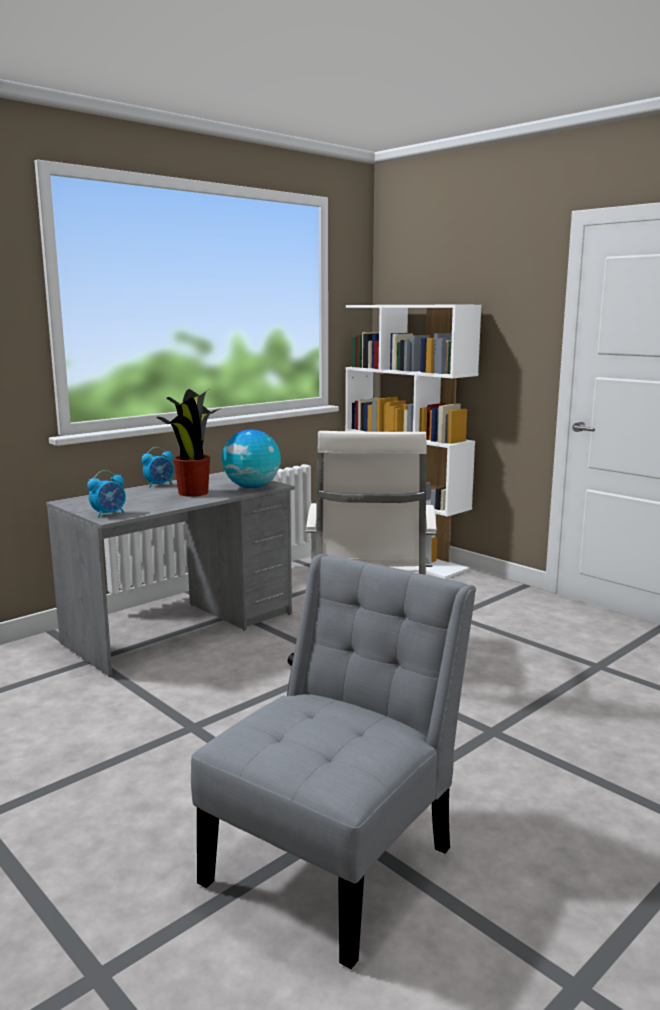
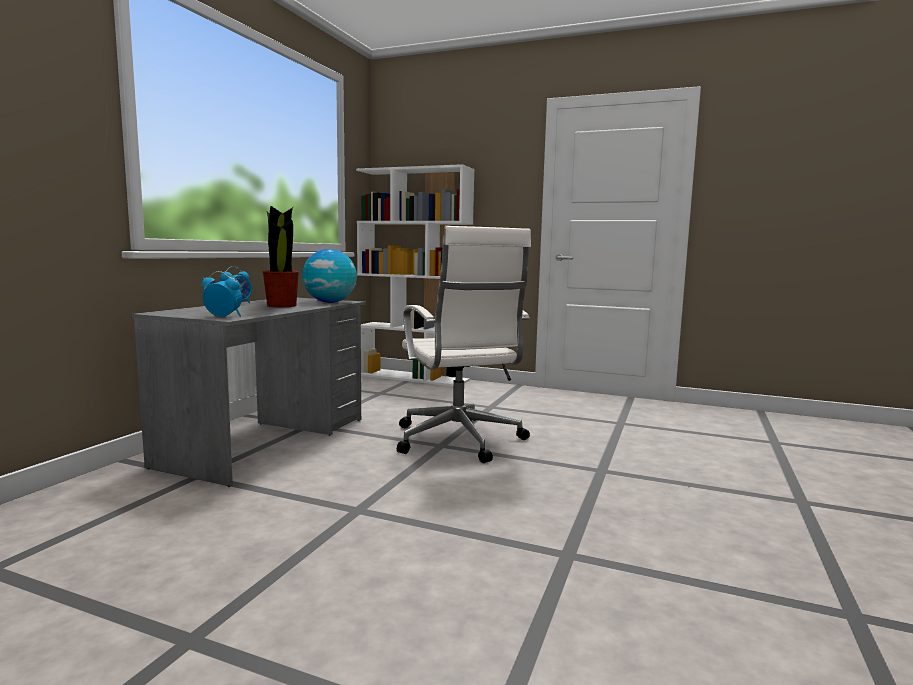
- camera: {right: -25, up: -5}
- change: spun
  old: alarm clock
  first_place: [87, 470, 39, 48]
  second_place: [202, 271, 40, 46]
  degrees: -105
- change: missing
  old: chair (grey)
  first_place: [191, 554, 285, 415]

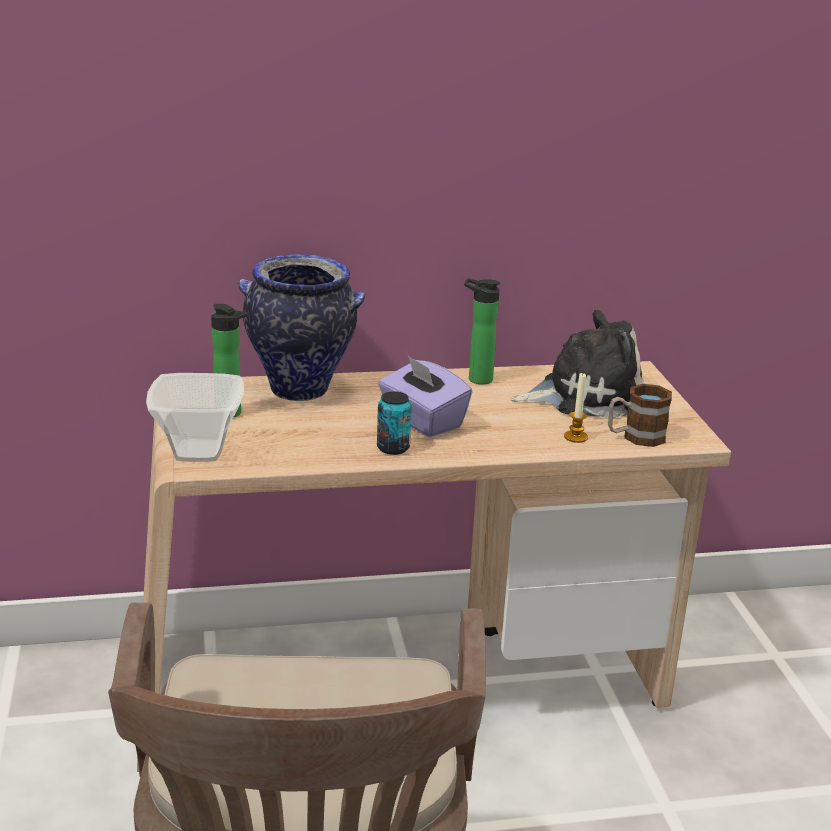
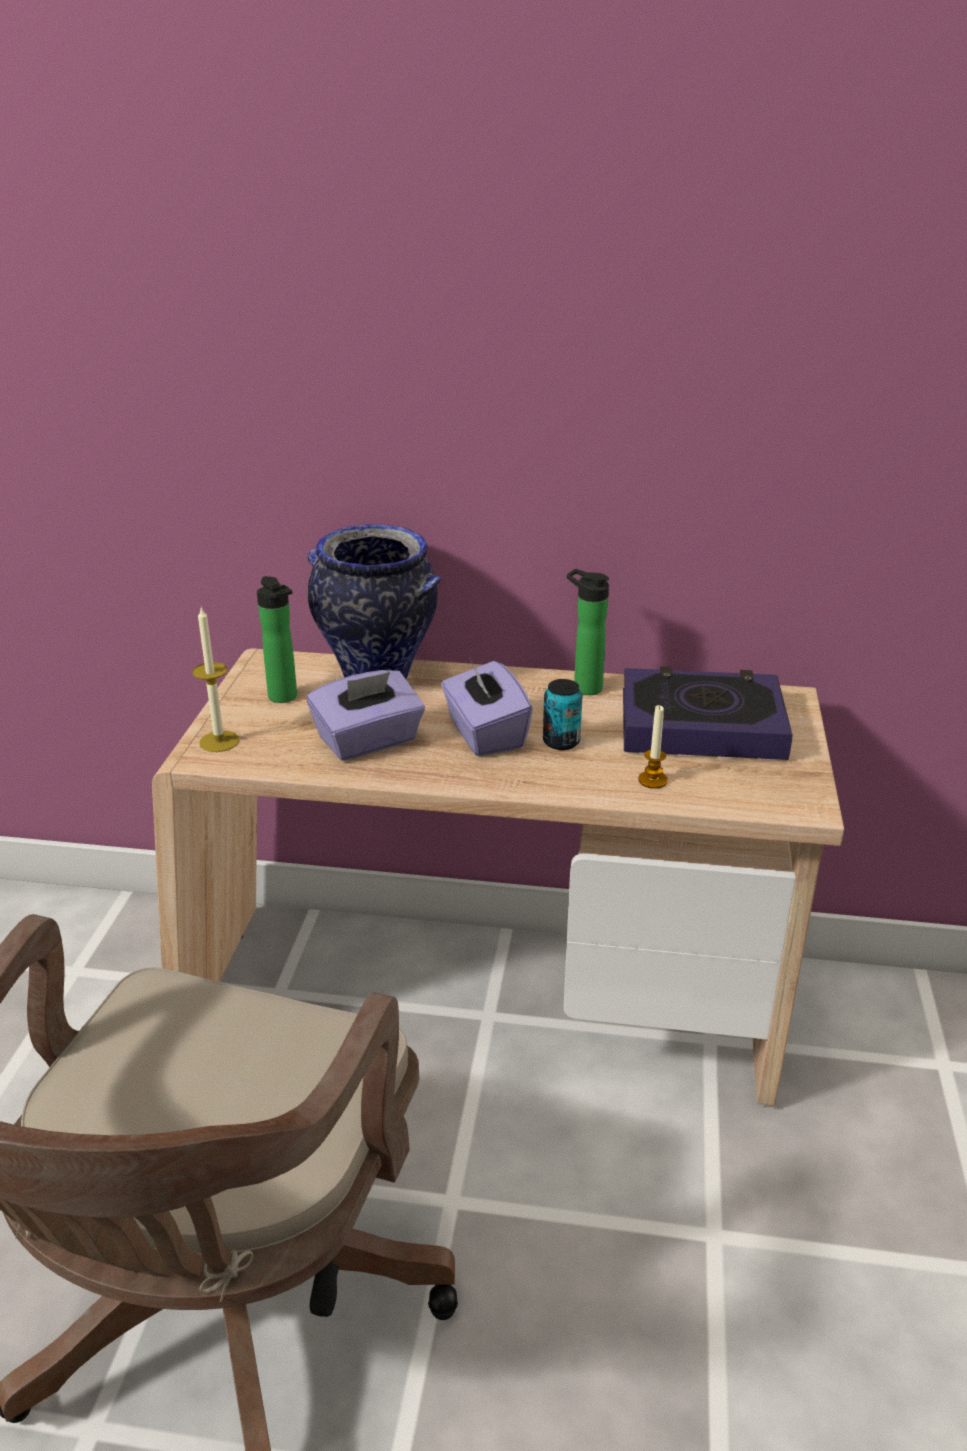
- camera: {right: 20, up: 5}
- change: exchanged
  old: bowl
  new: candle
  first_place: [146, 373, 98, 89]
  second_place: [192, 607, 48, 145]
- change: appeared
  new: tissue box (purple)
  second_place: [307, 670, 118, 91]
- change: relocated
  old: can
  first_place: [377, 391, 35, 64]
  second_place: [543, 679, 39, 71]
- change: exchanged
  old: plush toy
  new: book
  first_place: [511, 310, 133, 108]
  second_place: [623, 666, 170, 94]
- change: missing
  old: mug
  first_place: [608, 384, 64, 63]

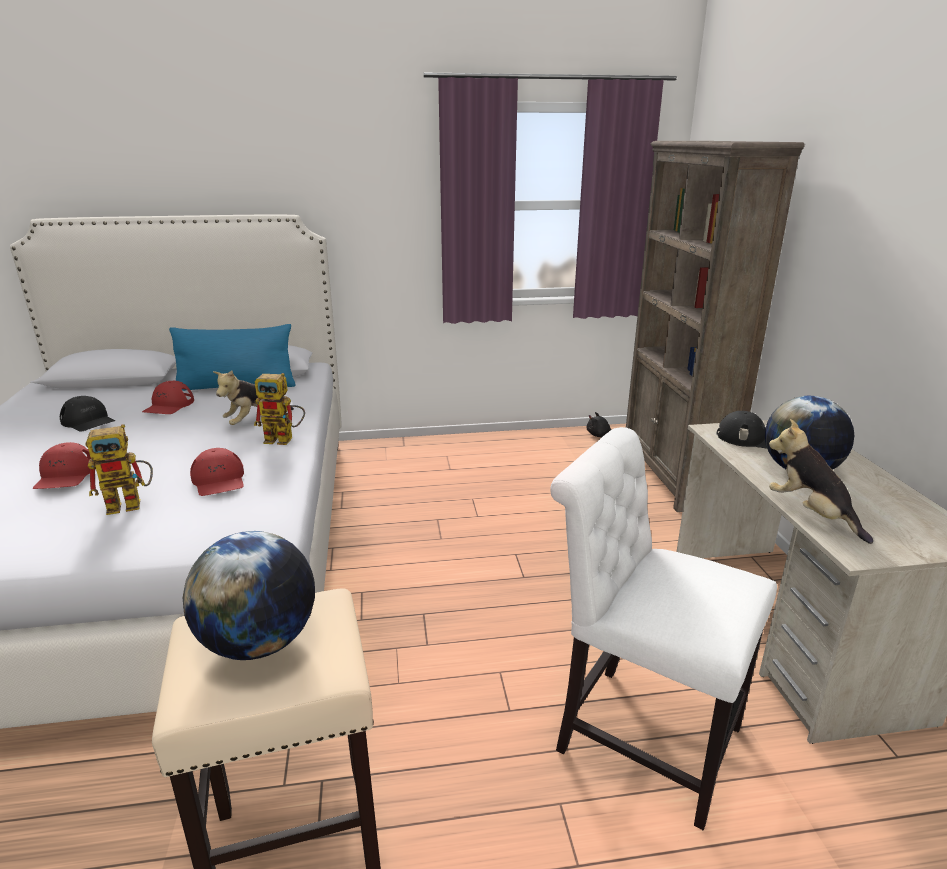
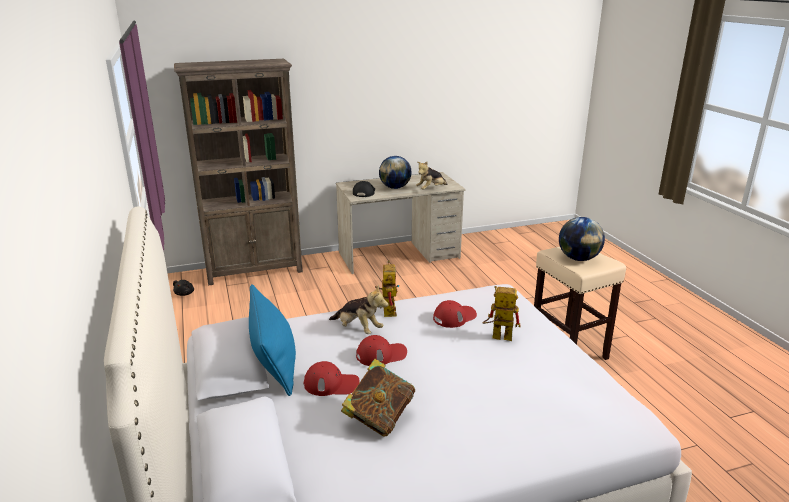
- camera: {right: -100, up: 0}
- change: exchanged
  old: cap (black)
  new: book
  first_place: [60, 396, 55, 36]
  second_place: [341, 359, 74, 77]
- change: relocated
  old: cap (red)
  first_place: [33, 442, 58, 47]
  second_place: [356, 335, 51, 31]
- change: spun
  old: toy robot
  first_place: [86, 424, 67, 91]
  second_place: [483, 286, 38, 55]
  degrees: -45
- change: missing
  old: chair (white)
  first_place: [550, 427, 227, 403]

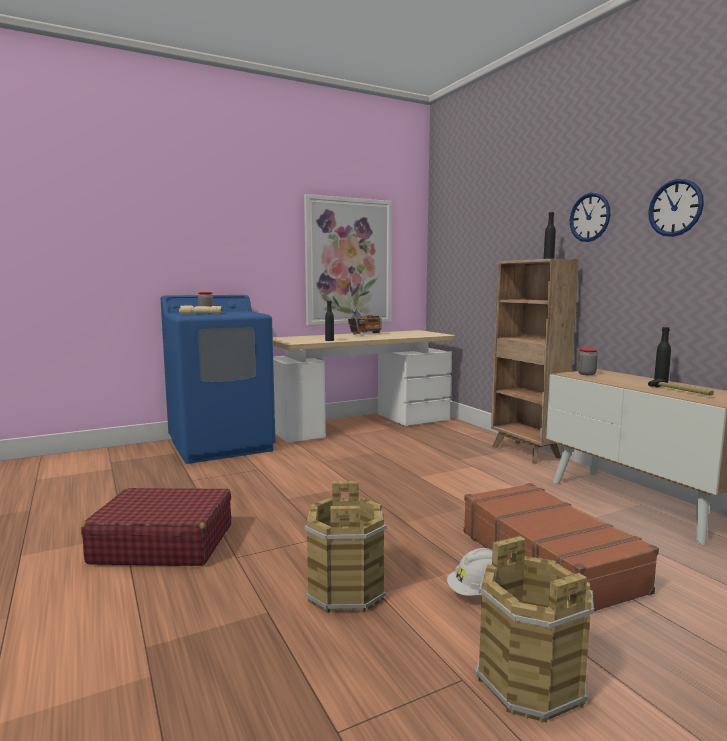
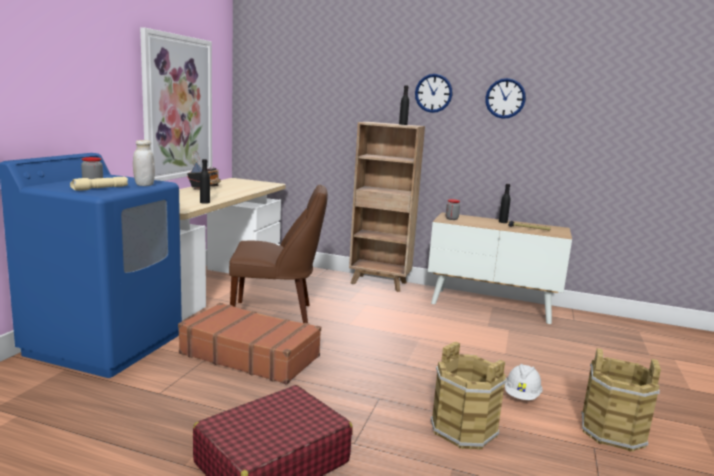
- camera: {right: -45, up: 5}
- change: appeared
  new: jar (white)
  second_place: [133, 140, 22, 46]
- change: relocated
  old: suitcase (brown)
  first_place: [463, 483, 196, 128]
  second_place: [178, 303, 143, 82]
- change: appeared
  new: chair (brown)
  second_place: [229, 184, 99, 139]

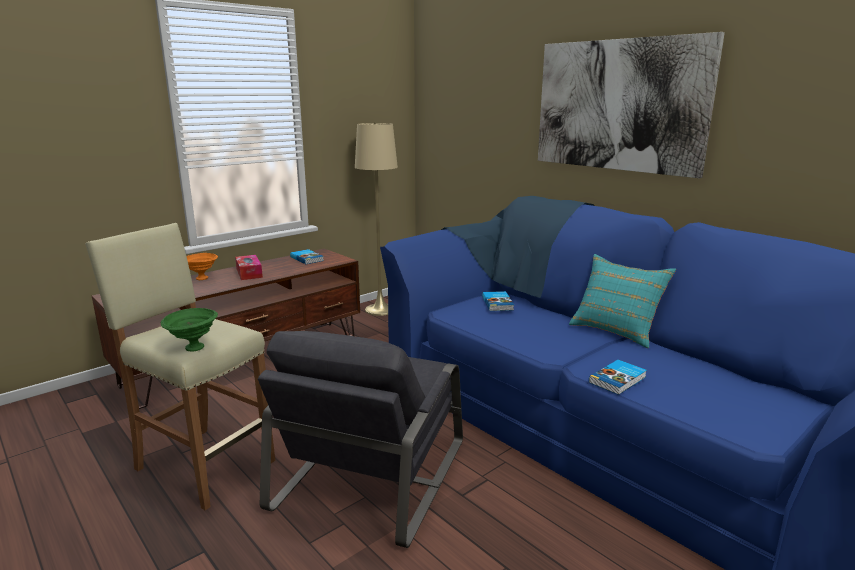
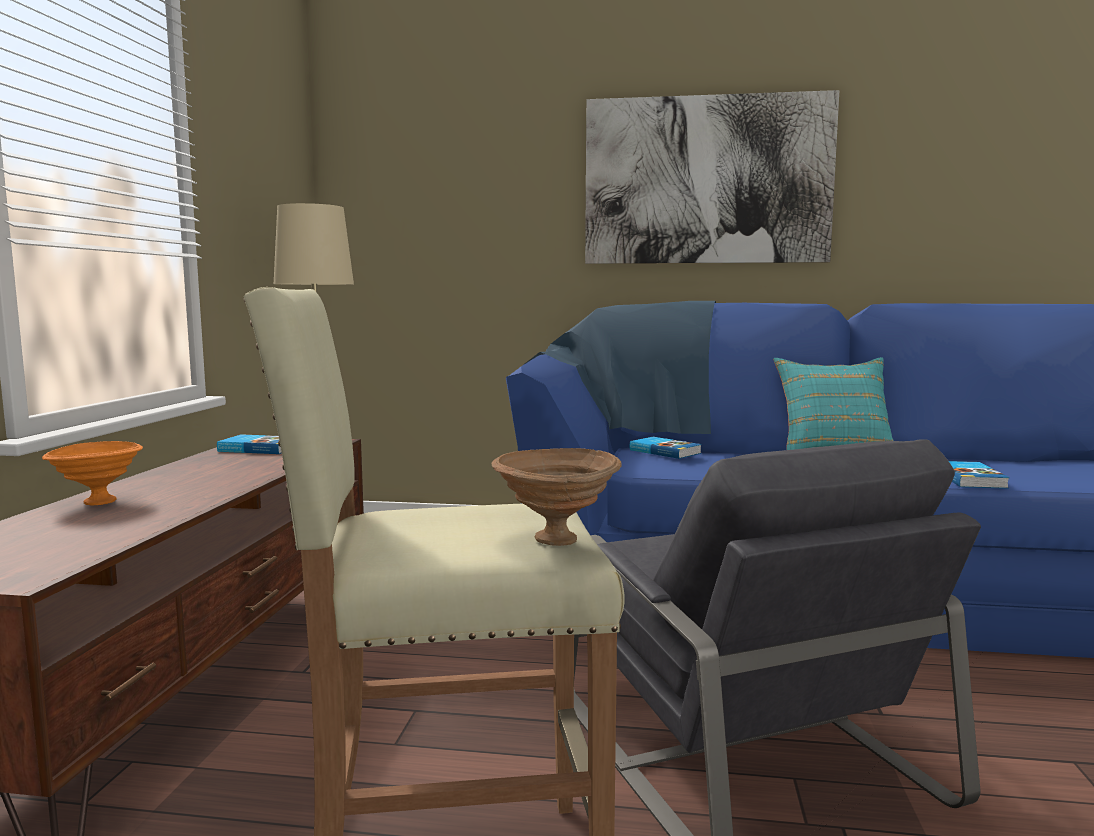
- camera: {right: -40, up: -10}
- change: colour
  old: bowl (green)
  new: bowl (brown)
  first_place: [161, 308, 57, 44]
  second_place: [492, 448, 130, 98]
- change: missing
  old: tissue box
  first_place: [235, 255, 28, 25]

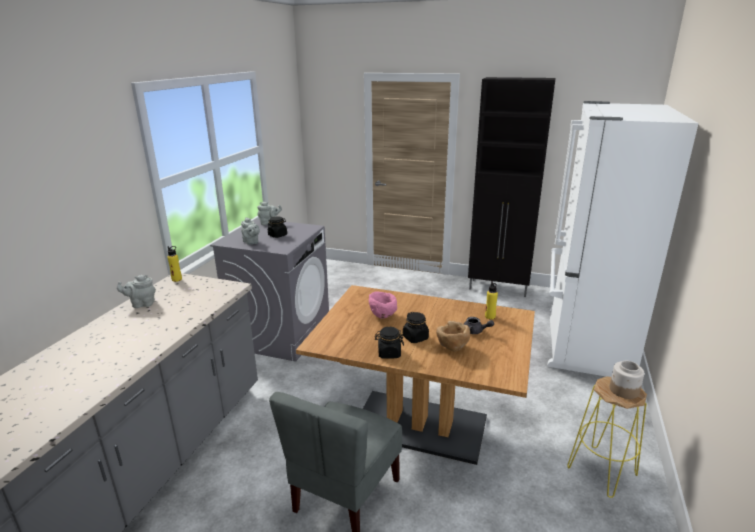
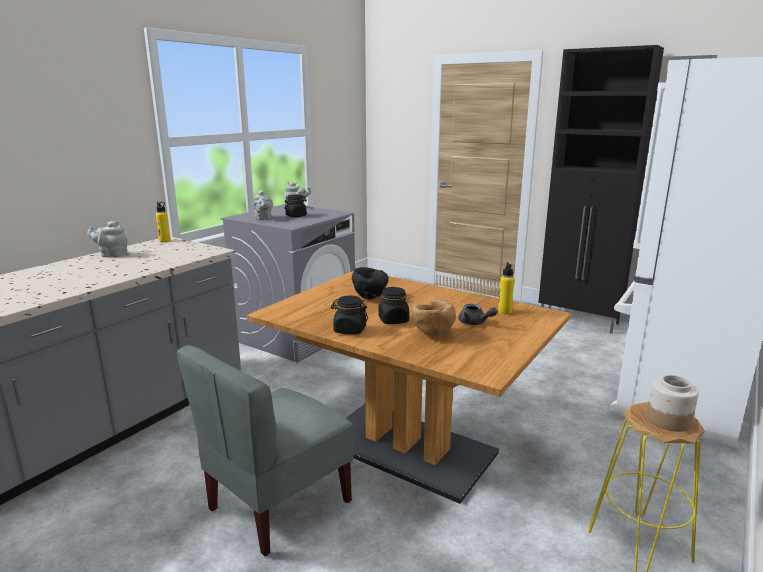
- camera: {right: 15, up: -5}
- change: colour
  old: bowl (pink)
  new: bowl (black)
  first_place: [369, 292, 28, 27]
  second_place: [352, 267, 37, 32]

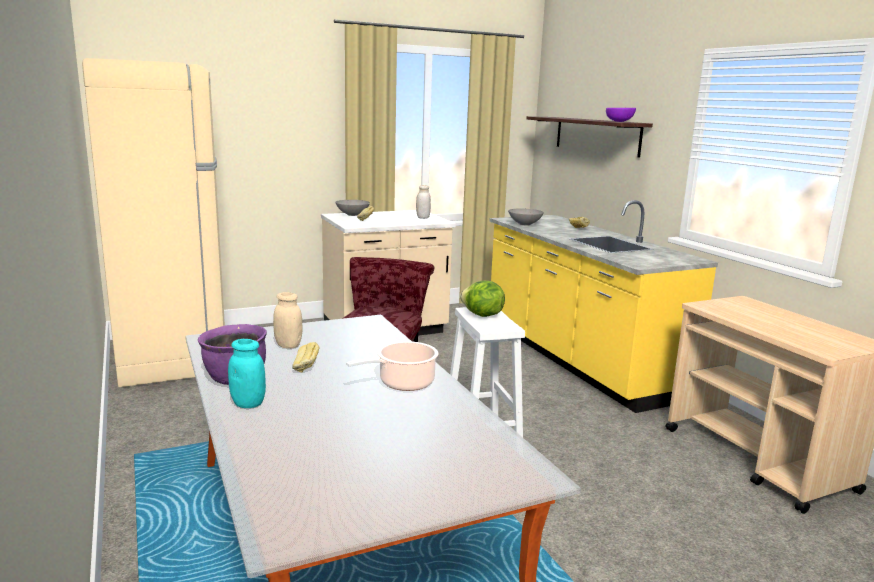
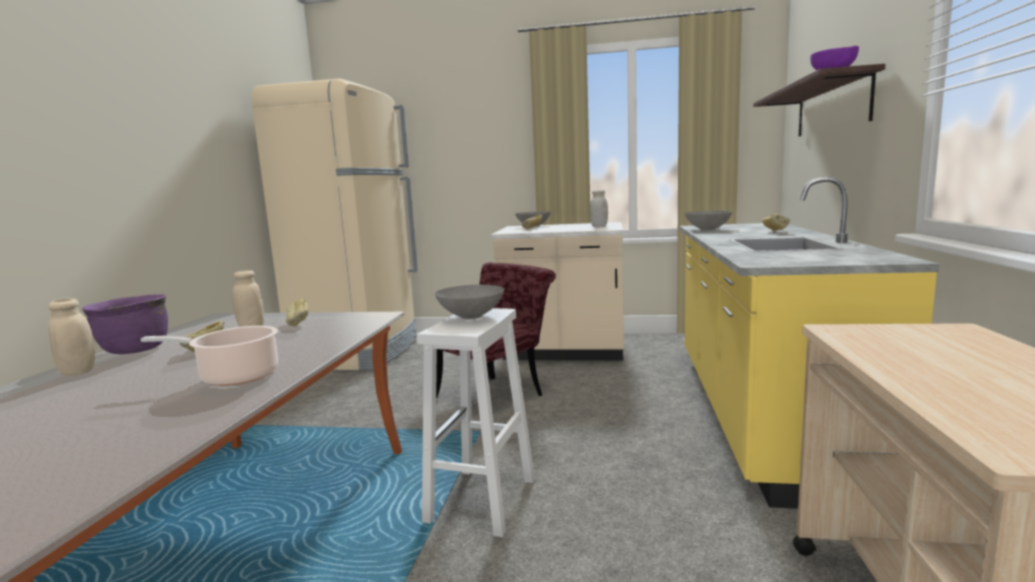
- camera: {right: 35, up: -5}
- change: colour
  old: jar (turquoise)
  new: jar (beige)
  first_place: [228, 339, 38, 69]
  second_place: [48, 298, 47, 78]
- change: appeared
  new: bread
  second_place: [286, 299, 23, 28]
- change: exchanged
  old: lettuce
  new: bowl (grey)
  first_place: [460, 281, 45, 36]
  second_place: [435, 285, 69, 34]

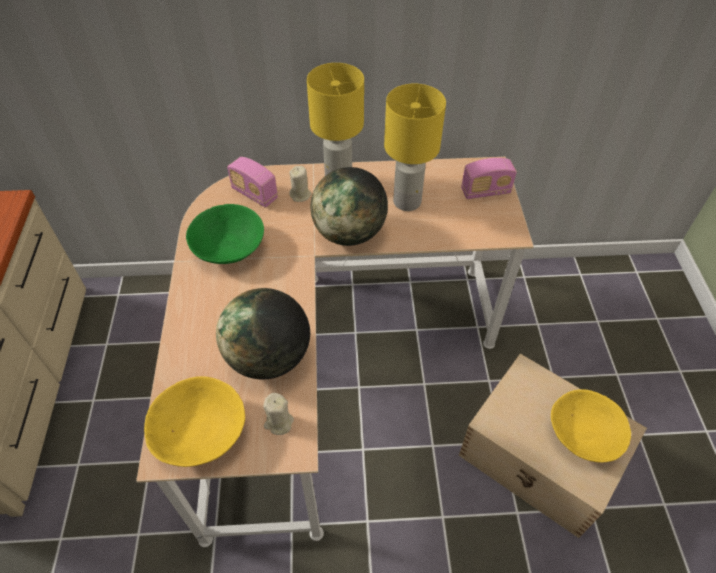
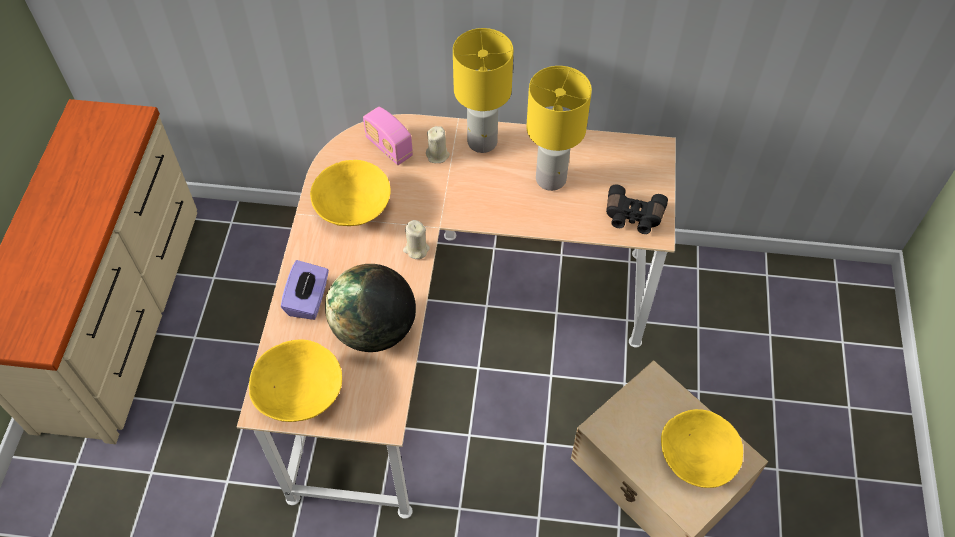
- camera: {right: 10, up: 5}
- change: appeared
  new: tissue box (purple)
  second_place: [281, 260, 48, 60]
- change: colour
  old: bowl (green)
  new: bowl (yellow)
  first_place: [186, 204, 78, 60]
  second_place: [310, 160, 81, 66]
- change: relocated
  old: candle (beige)
  first_place: [263, 393, 31, 42]
  second_place: [403, 220, 27, 39]
- change: appeared
  new: binoculars (black)
  second_place: [606, 185, 62, 49]
- change: missing
  old: globe
  first_place: [311, 167, 77, 79]
- change: missing
  old: radio
  first_place: [461, 158, 56, 41]

